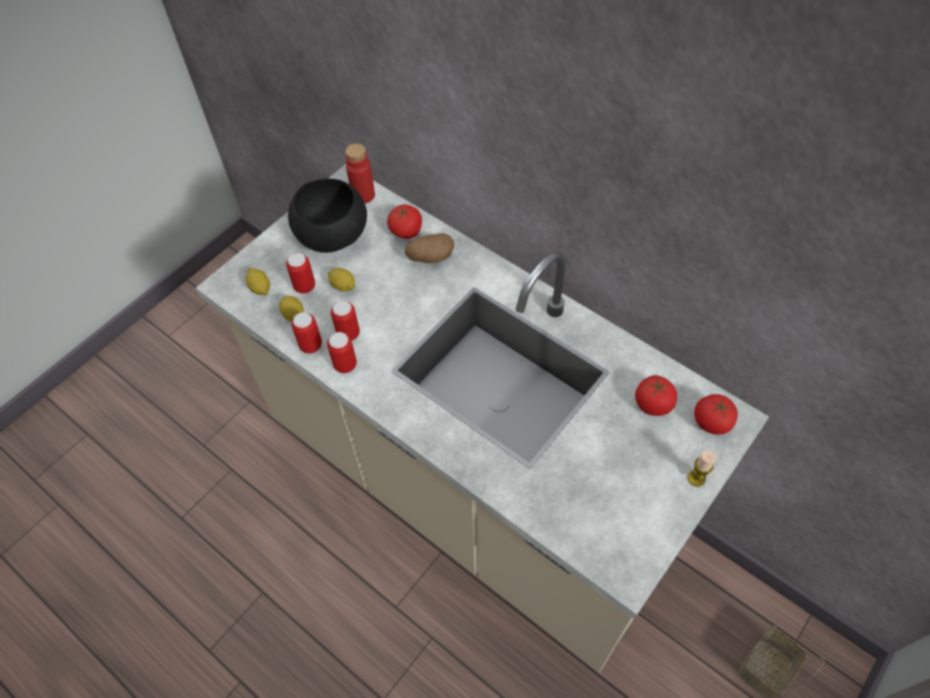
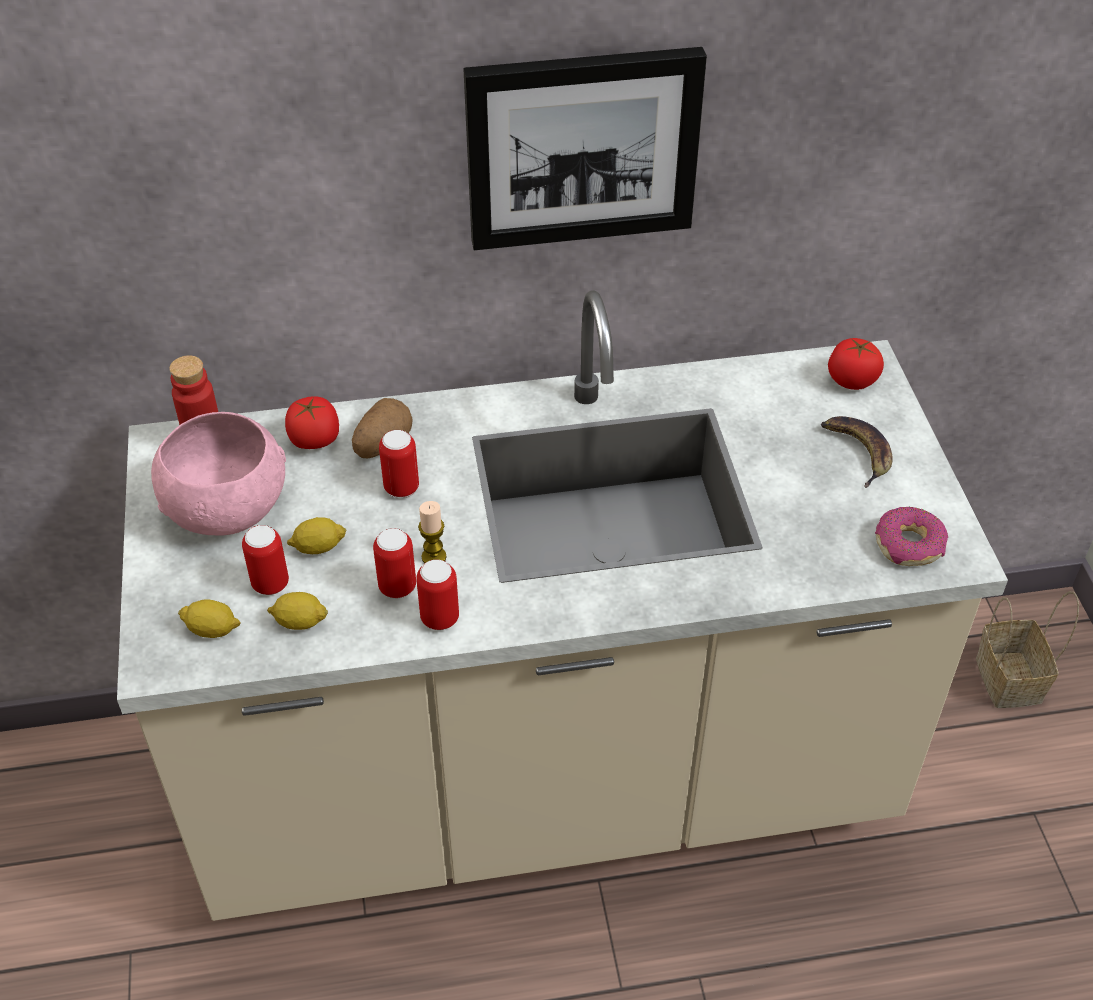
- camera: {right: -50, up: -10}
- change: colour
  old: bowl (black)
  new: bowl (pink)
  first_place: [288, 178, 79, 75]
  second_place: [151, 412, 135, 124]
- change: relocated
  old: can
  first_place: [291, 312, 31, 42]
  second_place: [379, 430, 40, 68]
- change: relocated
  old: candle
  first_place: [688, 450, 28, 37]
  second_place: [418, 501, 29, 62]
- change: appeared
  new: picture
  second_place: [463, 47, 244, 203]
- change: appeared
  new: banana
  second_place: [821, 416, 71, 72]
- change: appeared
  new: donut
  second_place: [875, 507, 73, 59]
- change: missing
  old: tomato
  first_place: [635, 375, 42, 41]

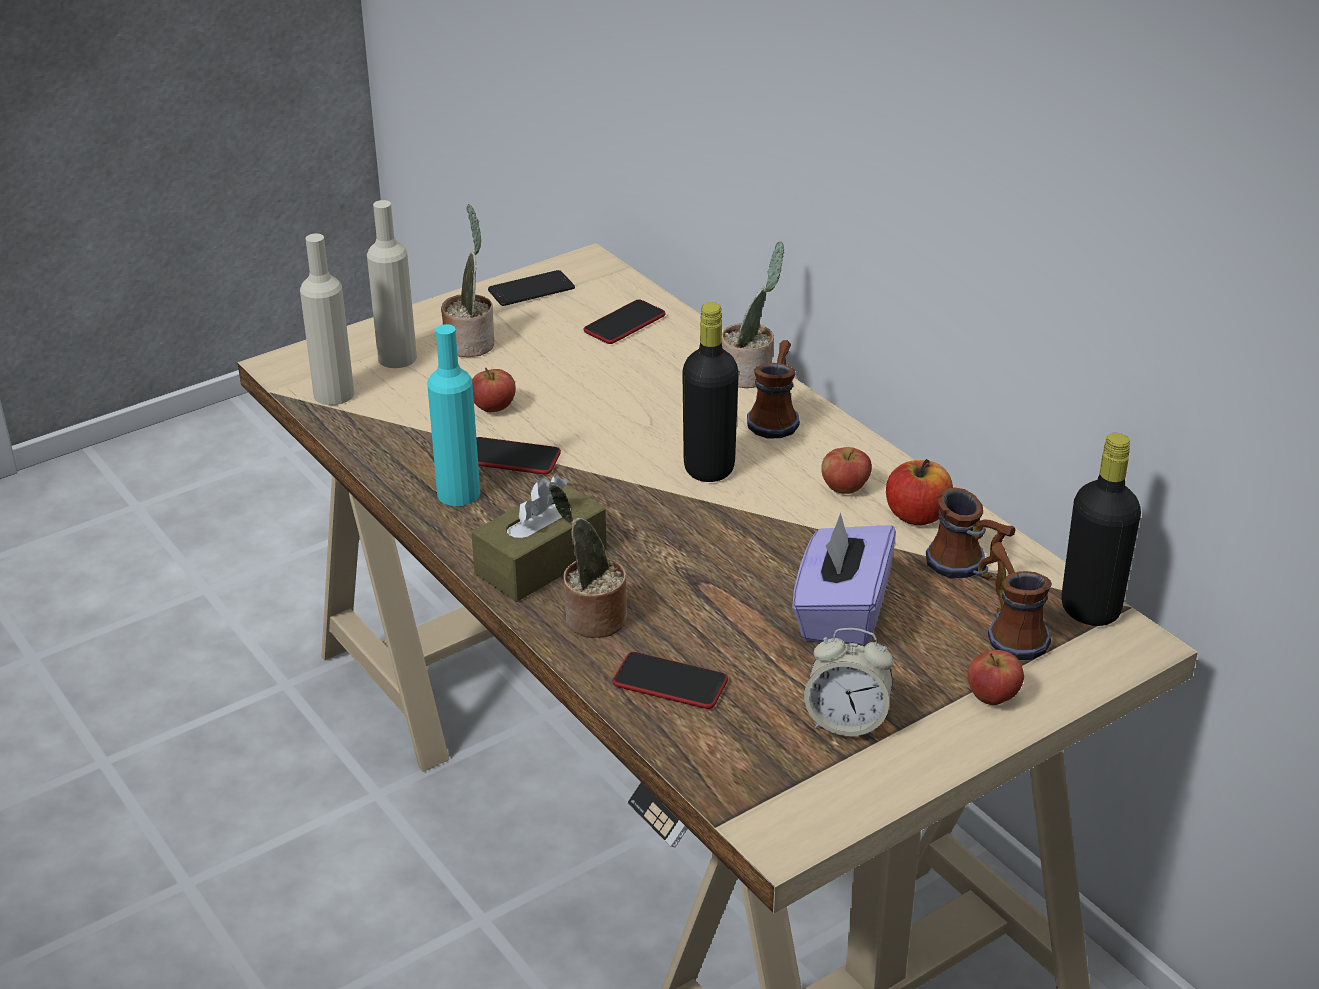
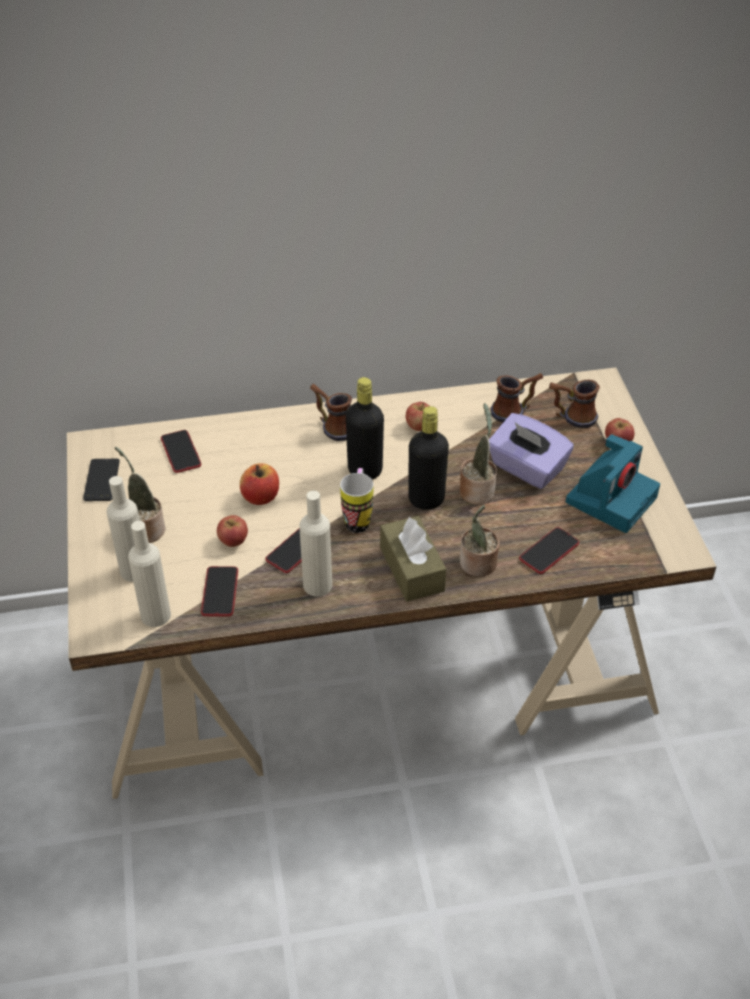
- camera: {right: -65, up: 10}
- change: appeared
  new: phone
  second_place: [201, 566, 37, 51]
- change: relocated
  old: apple
  first_place: [886, 459, 67, 66]
  second_place: [240, 463, 39, 42]
- change: colour
  old: bottle (turquoise)
  new: bottle (beige)
  first_place: [427, 324, 53, 182]
  second_place: [299, 491, 33, 105]
- change: appeared
  new: mug
  second_place: [340, 468, 33, 65]
- change: relocated
  old: bottle (black)
  first_place: [1061, 433, 80, 193]
  second_place: [408, 406, 41, 104]
- change: relocated
  old: potted plant
  first_place: [722, 242, 62, 146]
  second_place: [459, 403, 38, 102]
- change: exchanged
  old: alarm clock
  new: photo camera
  first_place: [804, 628, 89, 108]
  second_place: [565, 434, 95, 99]

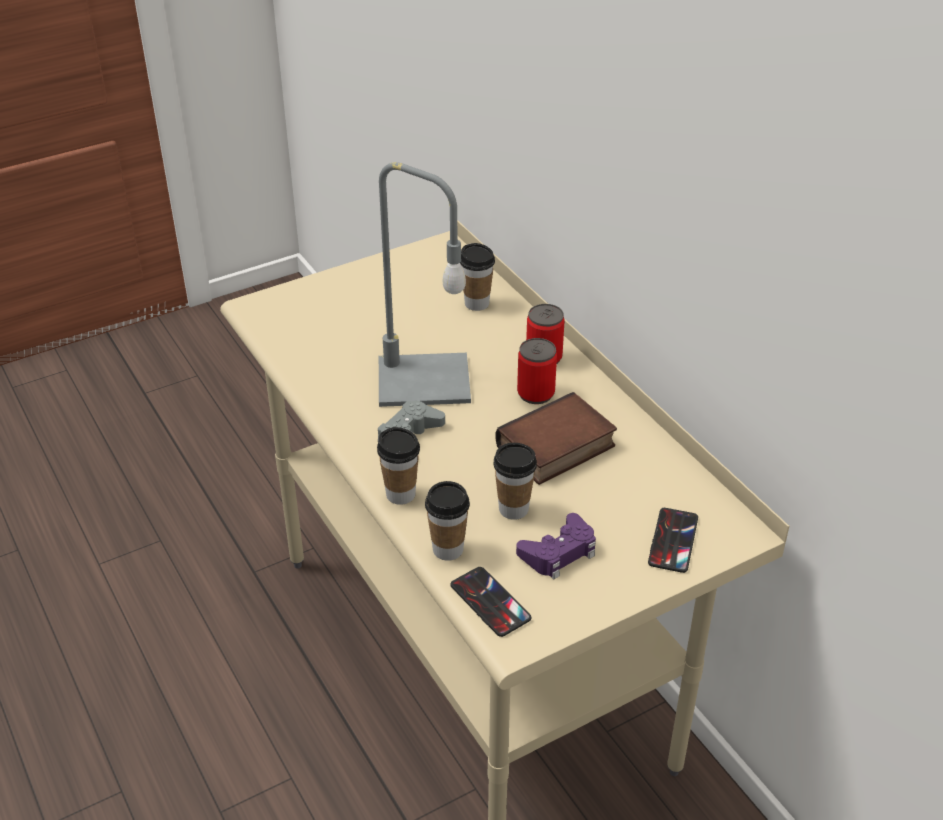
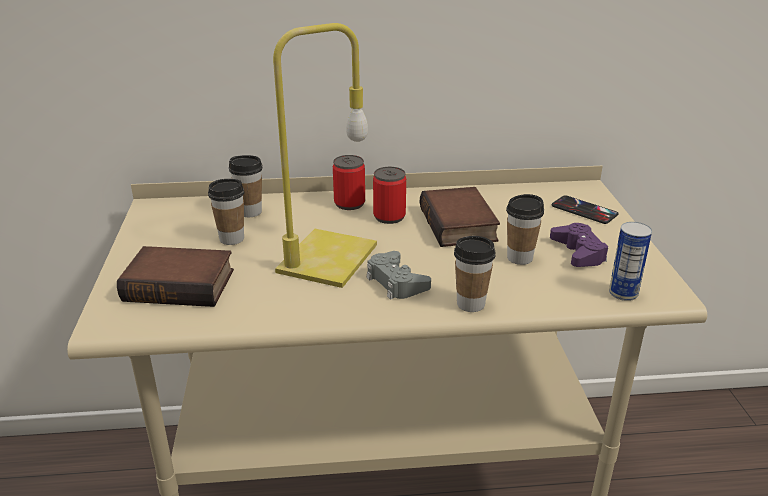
- camera: {right: -65, up: -10}
- change: appeared
  new: book
  second_place: [117, 246, 117, 61]
- change: relocated
  old: cup
  first_place: [425, 481, 45, 80]
  second_place: [208, 179, 36, 66]
- change: colour
  old: table lamp (grey)
  new: table lamp (yellow)
  first_place: [379, 162, 92, 245]
  second_place: [273, 23, 104, 265]
- change: exchanged
  old: phone
  new: can
  first_place: [450, 567, 81, 70]
  second_place: [609, 222, 43, 79]

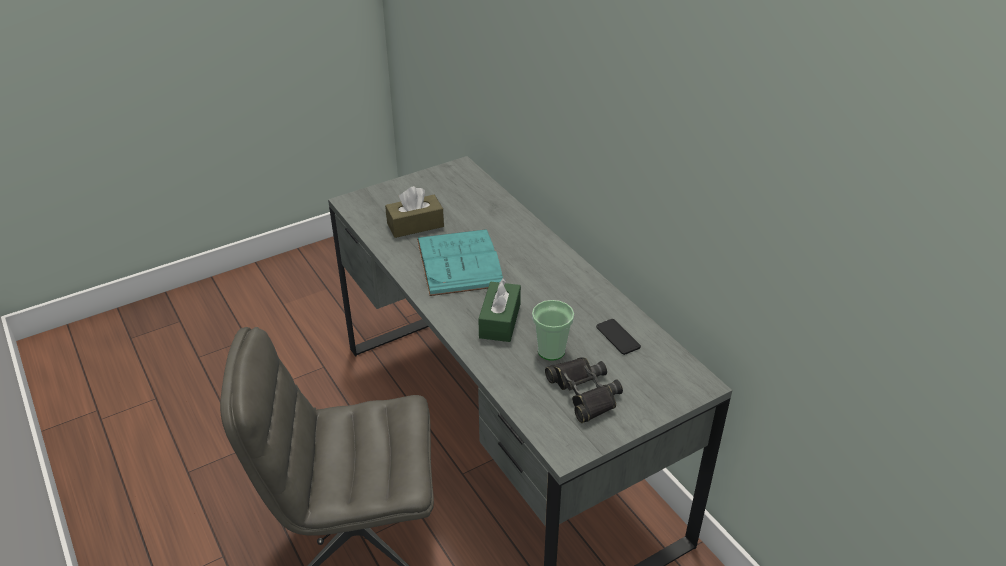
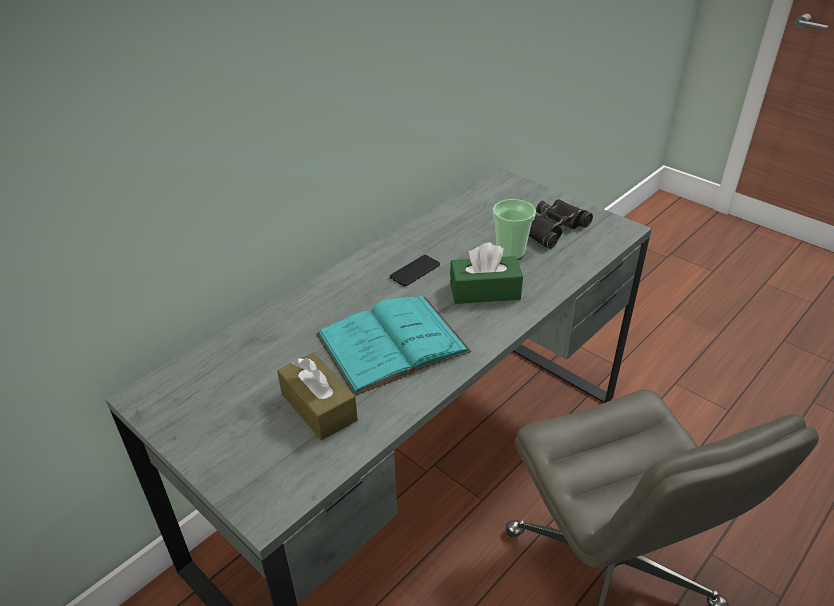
- camera: {right: -105, up: 0}
- change: relocated
  old: phone
  first_place: [596, 319, 45, 36]
  second_place: [390, 255, 50, 32]

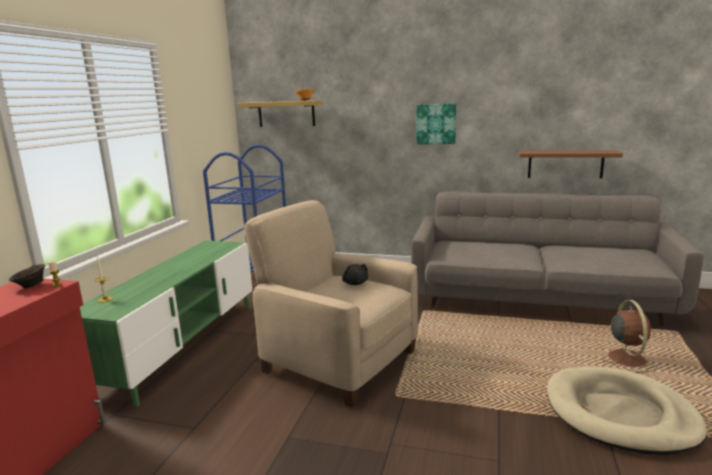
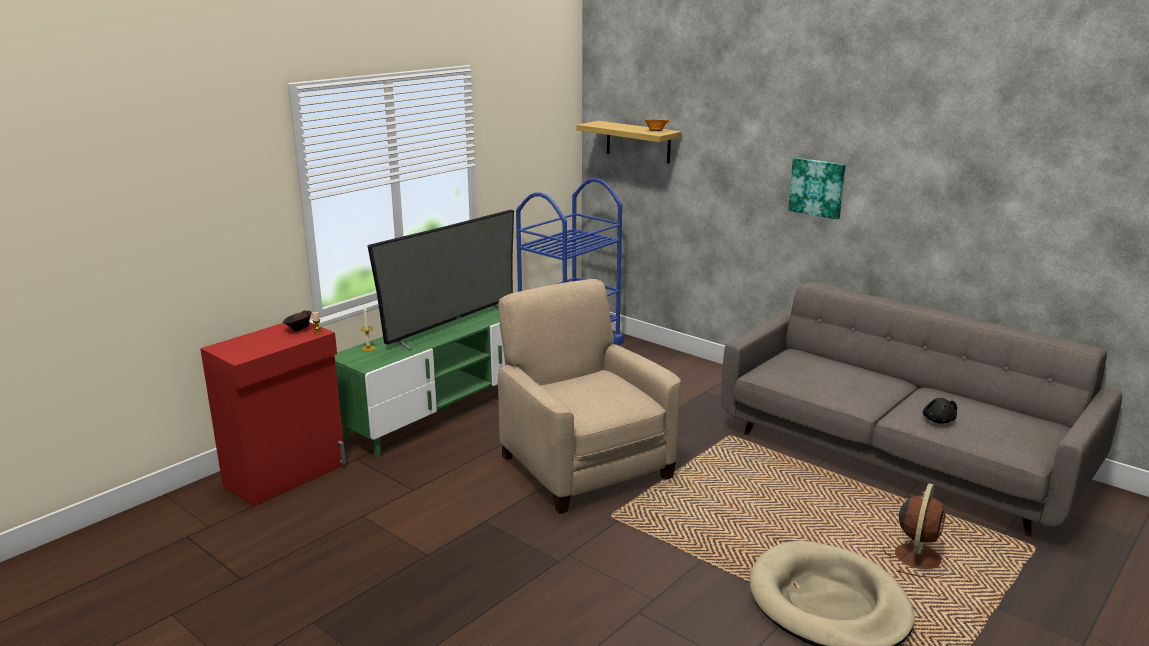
- camera: {right: 25, up: 5}
- change: appeared
  new: television
  second_place: [368, 210, 146, 141]
- change: relocated
  old: plush toy (black)
  first_place: [342, 264, 26, 21]
  second_place: [923, 398, 34, 26]
- change: missing
  old: shelf (brown)
  first_place: [519, 150, 104, 29]

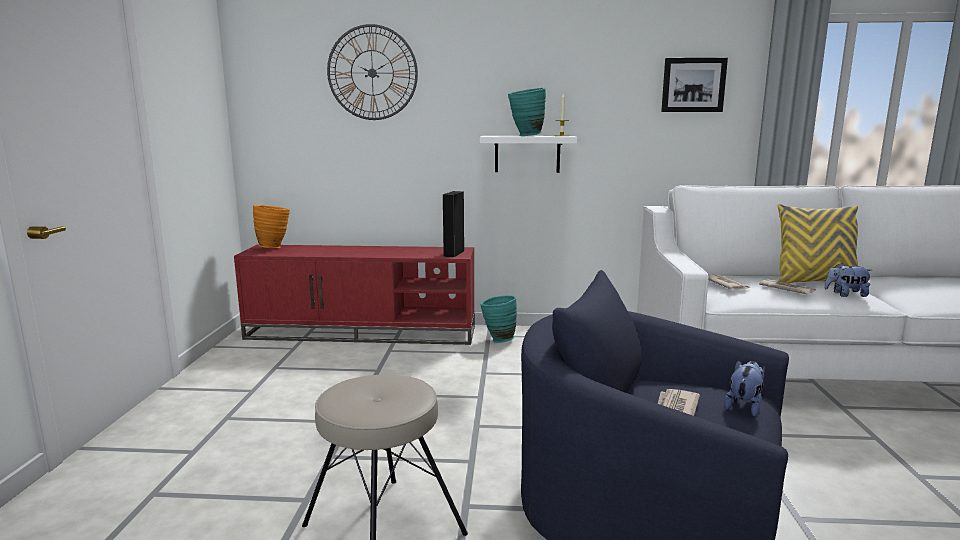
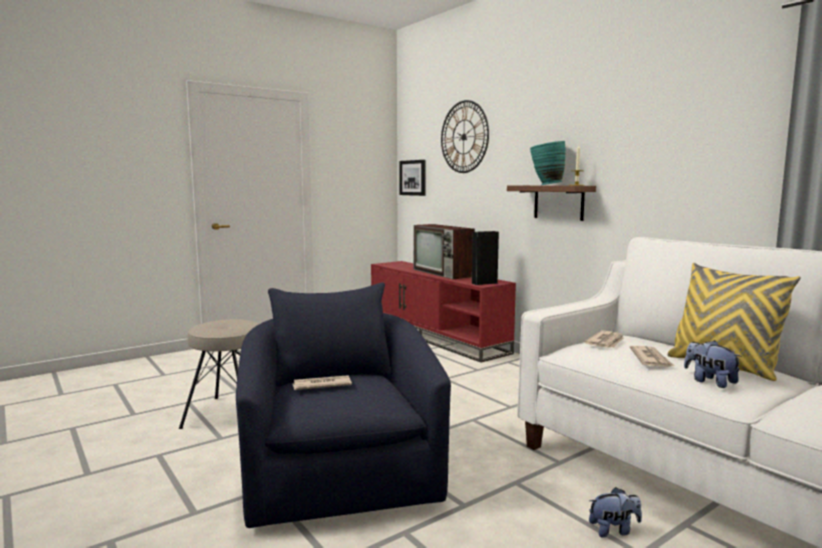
- camera: {right: 50, up: -5}
- change: relocated
  old: picture
  first_place: [661, 58, 67, 54]
  second_place: [399, 160, 27, 36]
- change: appeared
  new: television
  second_place: [414, 224, 61, 55]
- change: colour
  old: shelf (white)
  new: shelf (brown)
  first_place: [480, 136, 97, 37]
  second_place: [507, 185, 89, 36]
- change: relocated
  old: plush toy
  first_place: [724, 360, 41, 57]
  second_place: [589, 487, 53, 51]
- change: missing
  old: vase (orange)
  first_place: [253, 205, 37, 43]
- change: missing
  old: vase (turquoise)
  first_place: [480, 295, 37, 48]

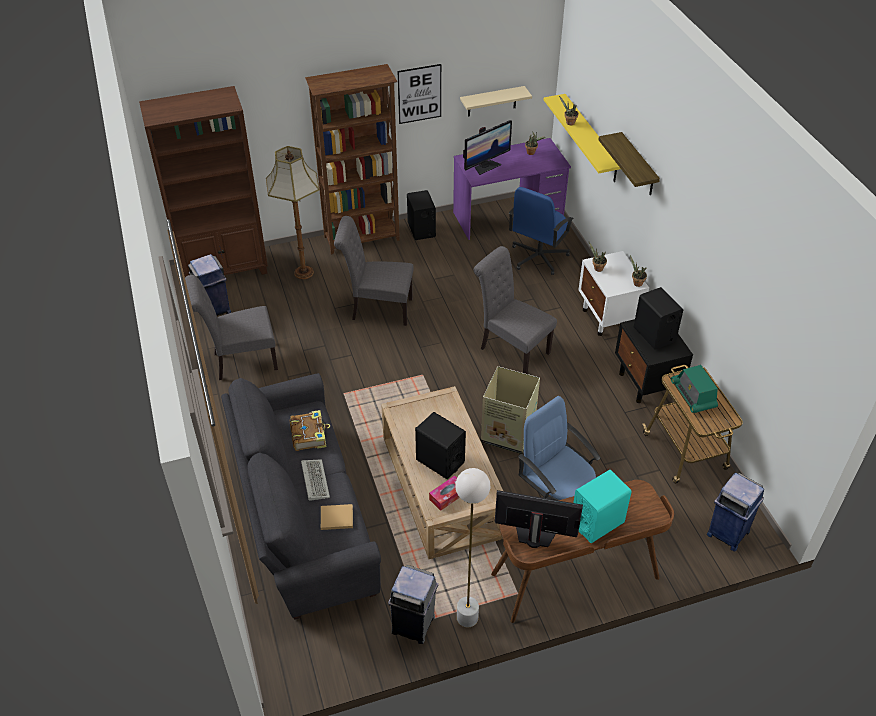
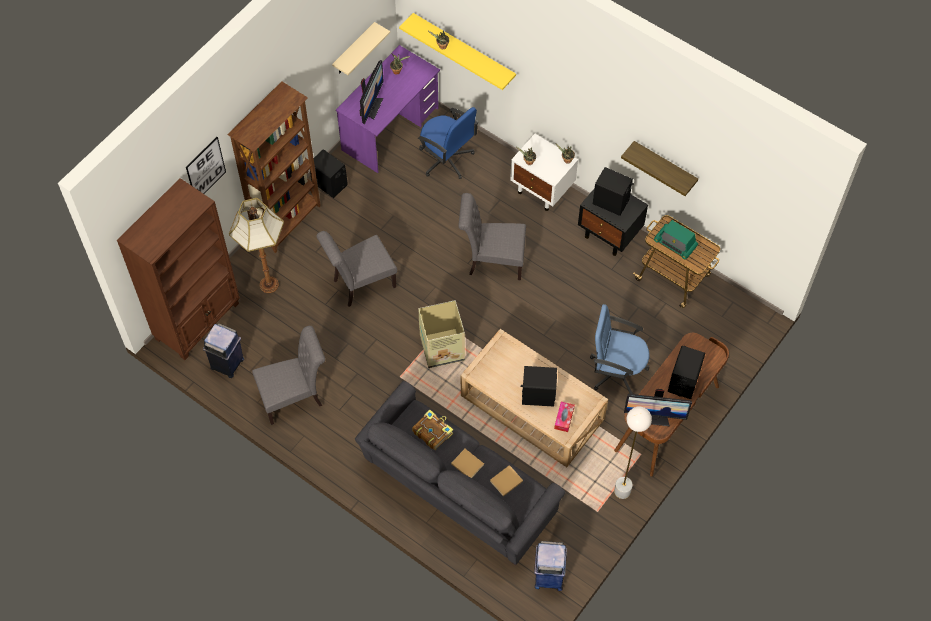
- camera: {right: -35, up: 15}
- change: relocated
  old: picture
  first_place: [398, 64, 43, 60]
  second_place: [186, 137, 40, 57]
- change: spun
  old: chair (grey)
  first_place: [185, 275, 93, 105]
  second_place: [252, 326, 73, 99]
  degrees: -150
- change: spun
  old: office chair (blue)
  first_place: [509, 187, 65, 88]
  second_place: [418, 107, 61, 72]
  degrees: -45
- change: relocated
  old: cardboard box
  first_place: [481, 366, 59, 88]
  second_place: [418, 300, 47, 68]
- change: exchanged
  old: keyboard
  new: book (beige)
  first_place: [301, 459, 29, 42]
  second_place: [451, 449, 33, 29]
- change: relocated
  old: trash can (blue)
  first_place: [707, 473, 57, 79]
  second_place: [534, 541, 33, 50]
- change: relocated
  old: shelf
  first_place: [598, 132, 62, 63]
  second_place: [621, 141, 77, 55]
- change: spun
  old: monitor
  first_place: [495, 490, 88, 58]
  second_place: [624, 389, 68, 37]
  degrees: -150
- change: colour
  old: speaker (turquoise)
  new: speaker (black)
  first_place: [573, 470, 59, 73]
  second_place: [668, 346, 37, 53]
- change: missing
  old: trash can (grey)
  first_place: [388, 565, 50, 79]

